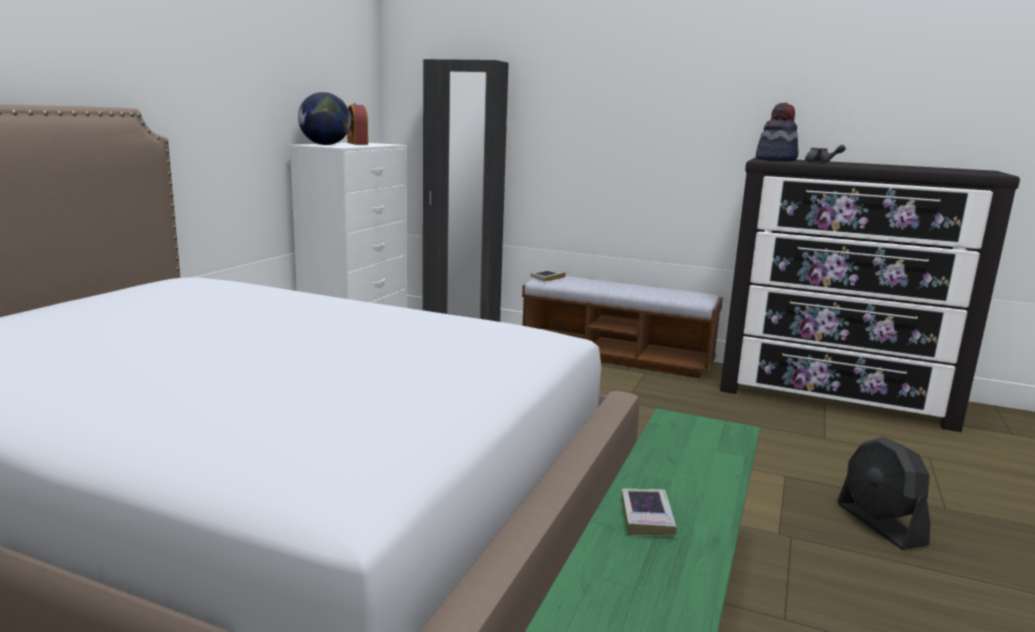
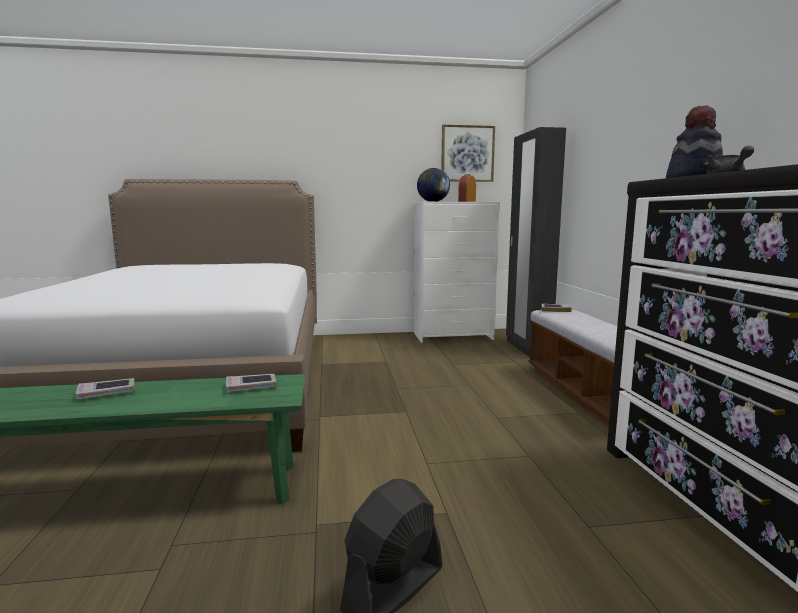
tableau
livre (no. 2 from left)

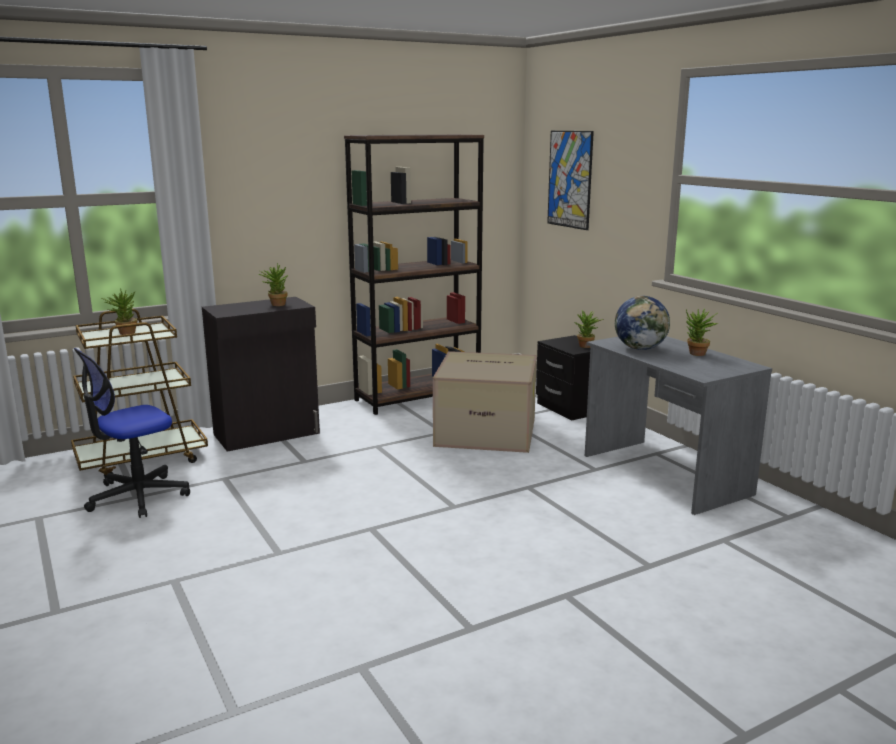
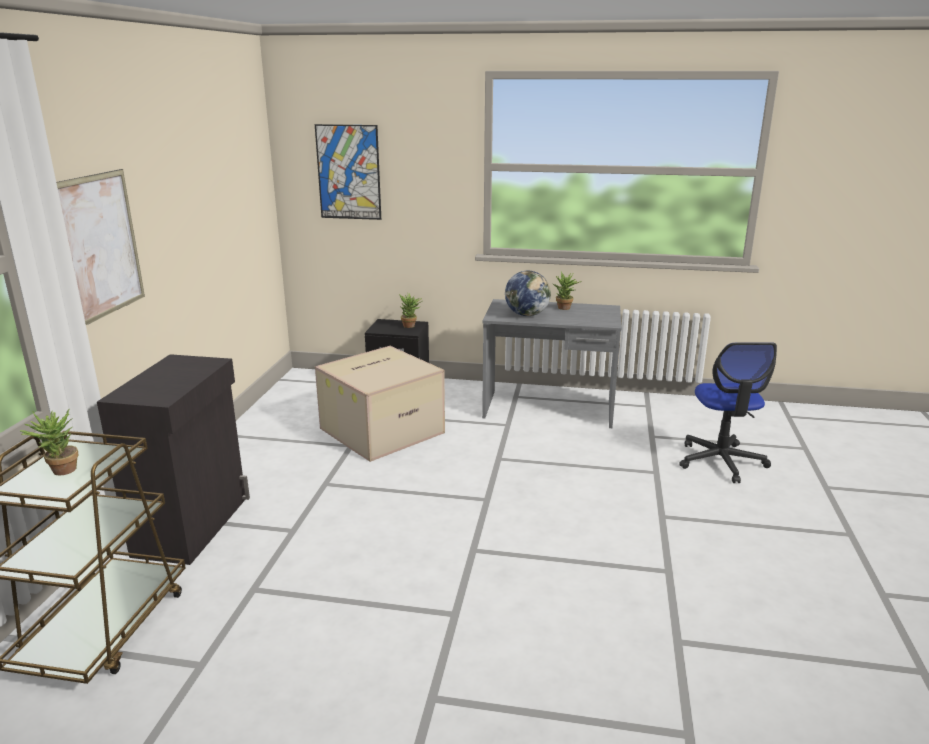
bibliothèque (marron)
plante en pot (no. 2 from left in the first image)
chaise de bureau
tableau (no. 1 from left)

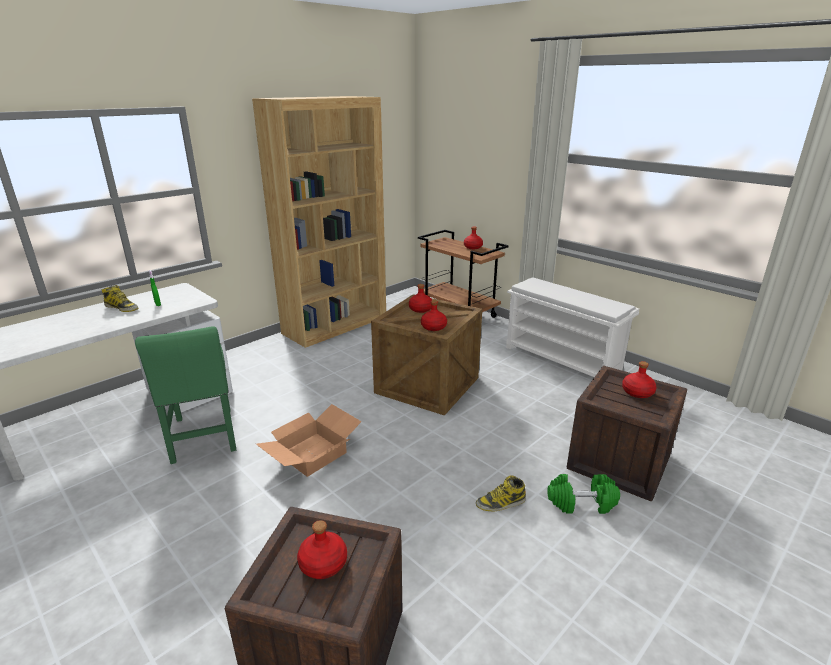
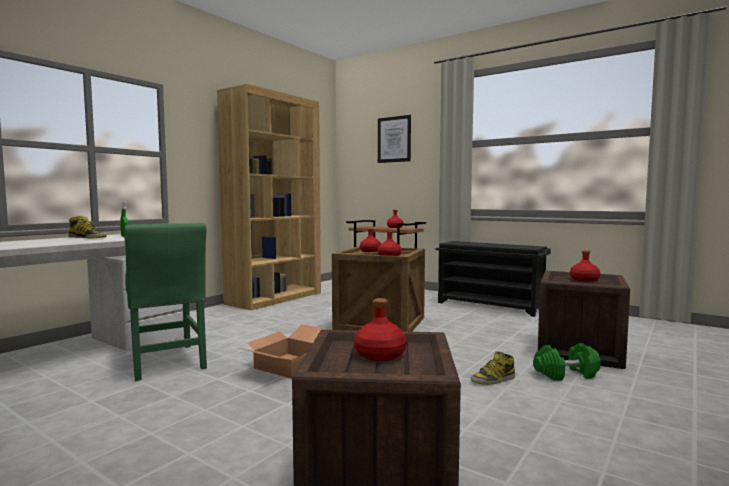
étagère à chaussures (noir)
tableau

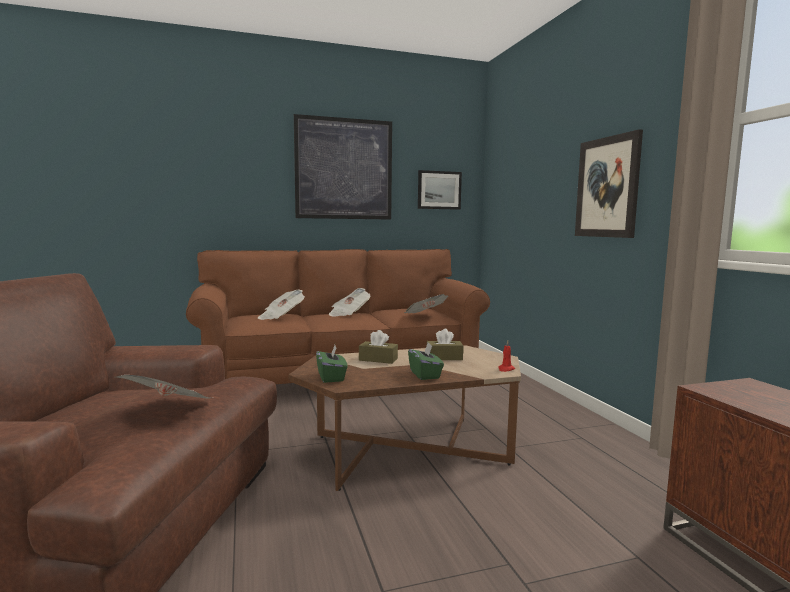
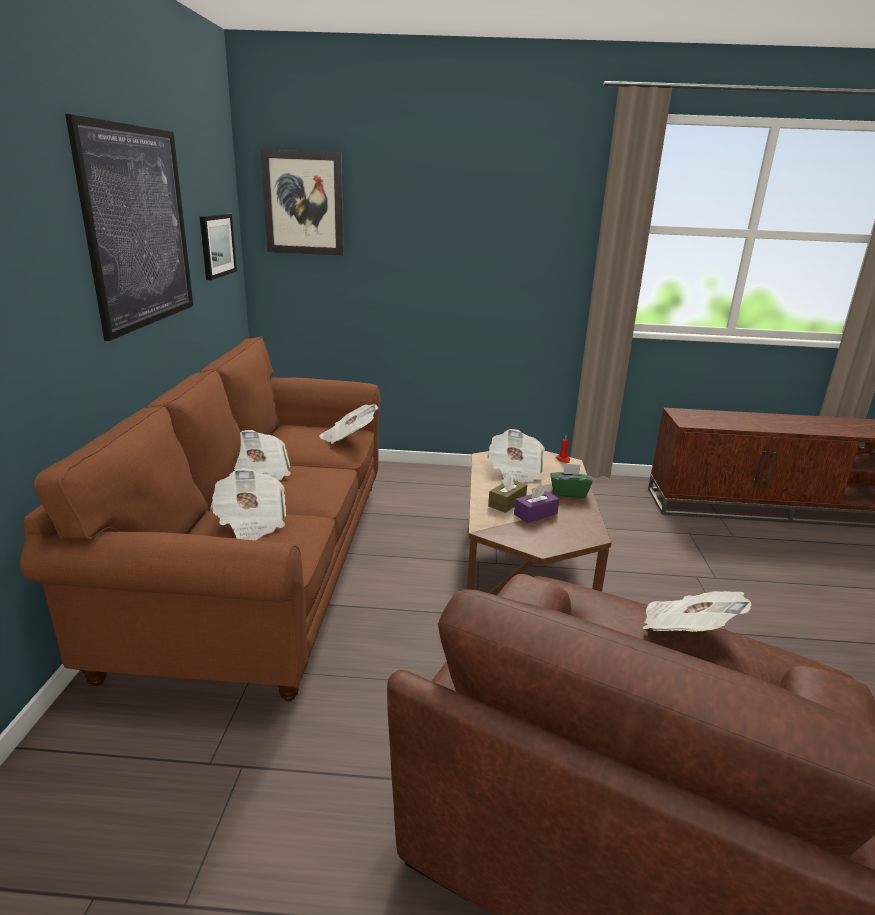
tableau (no. 3 from left)
journal (no. 4 from left)
boîte à mouchoirs (vert) (no. 1 from left in the first image)
boîte à mouchoirs (violet)

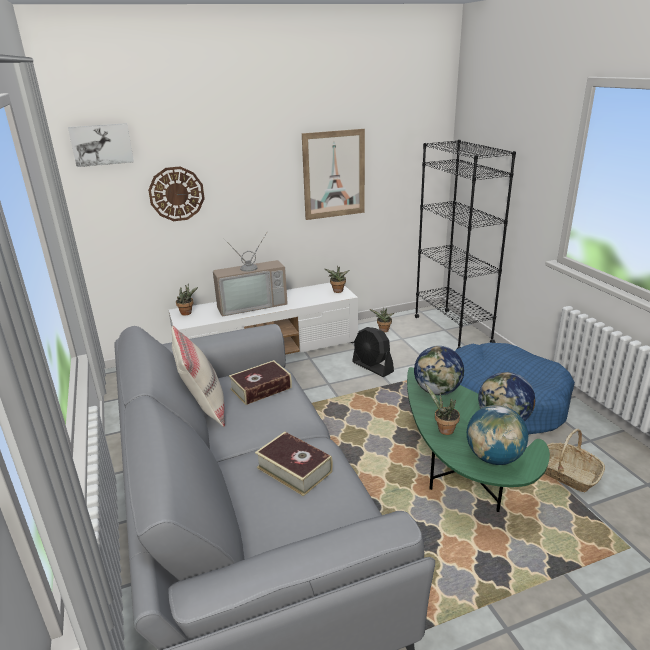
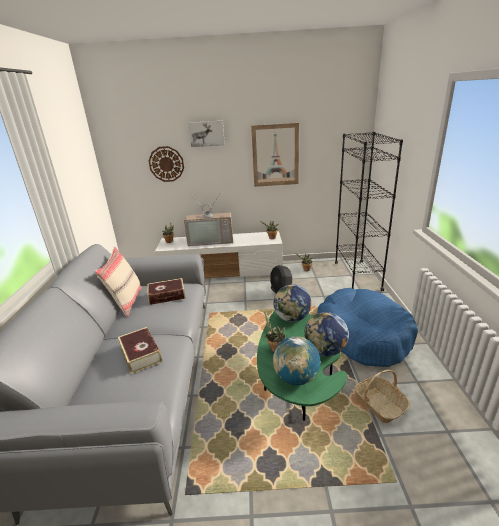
tableau (no. 1 from left)

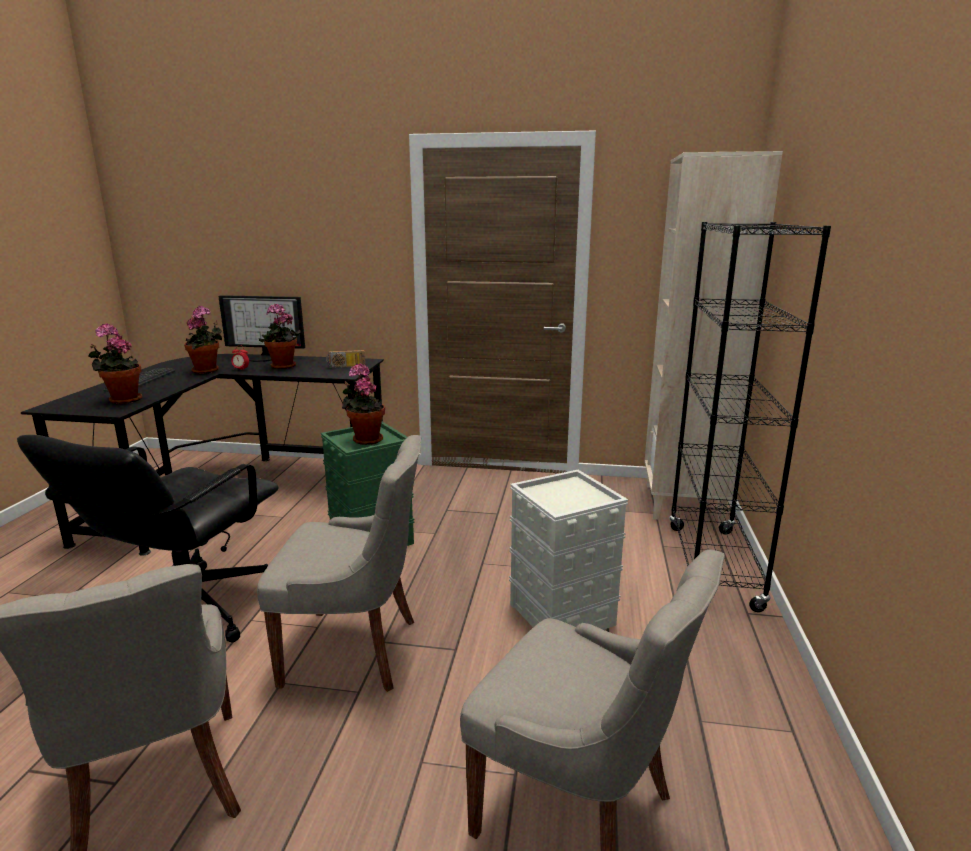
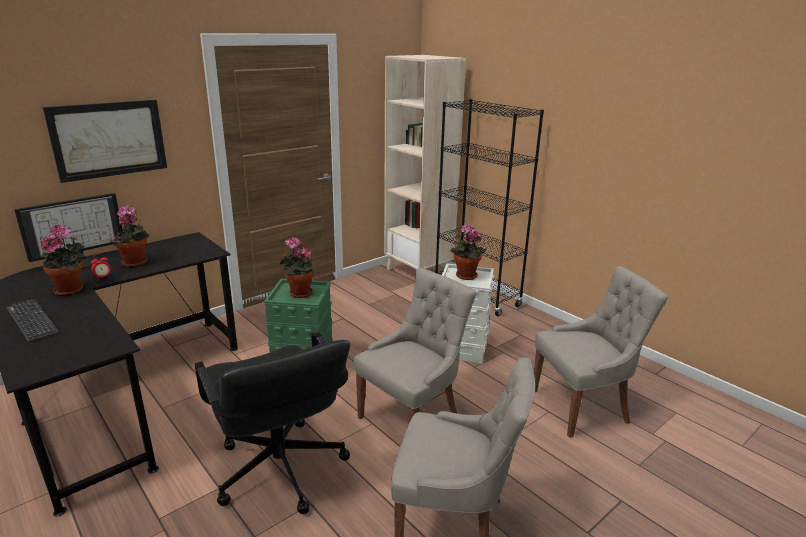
plante en pot (no. 4 from left)
radio
tableau

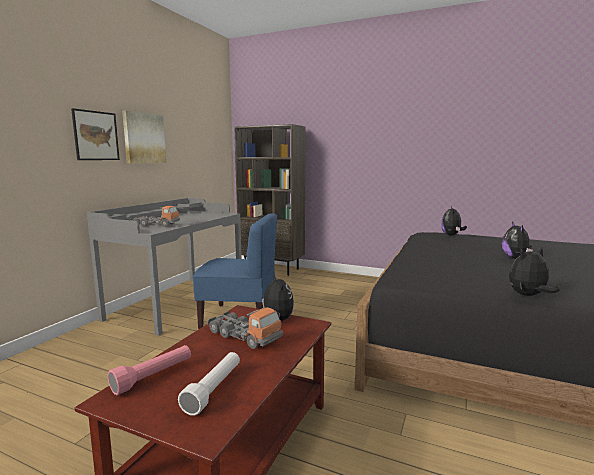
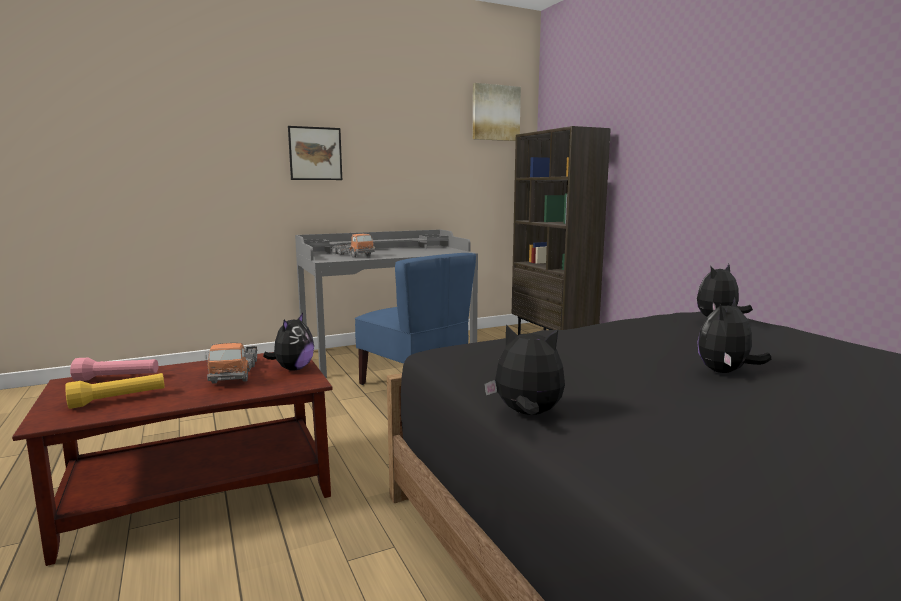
tableau (no. 2 from left)
lampe de poche (jaune)

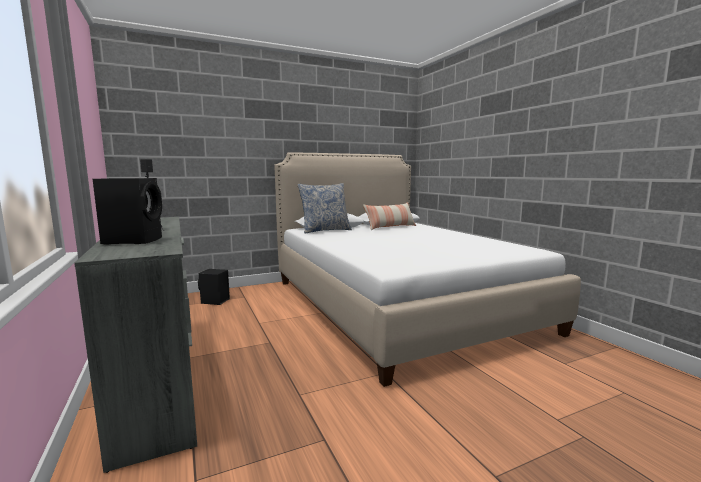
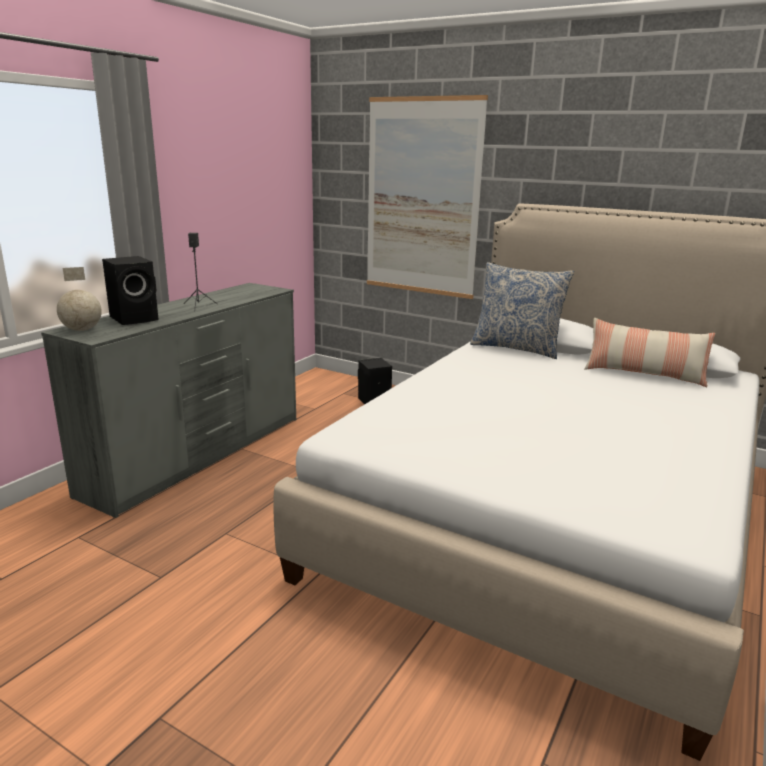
tableau
globe

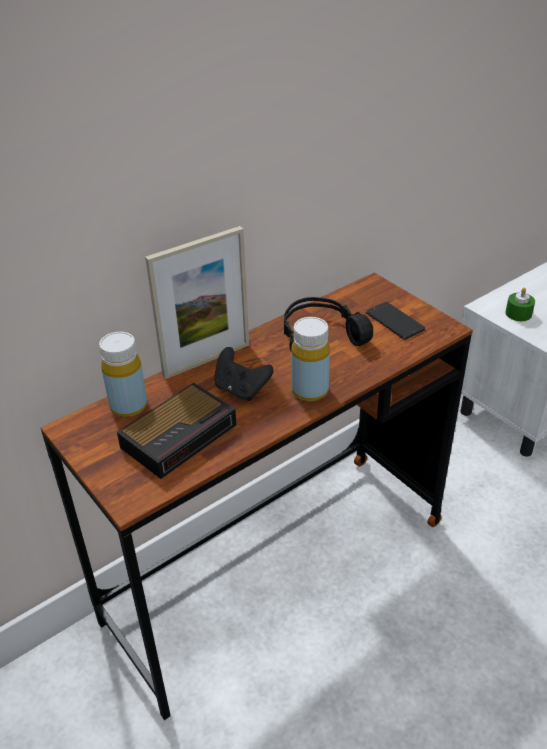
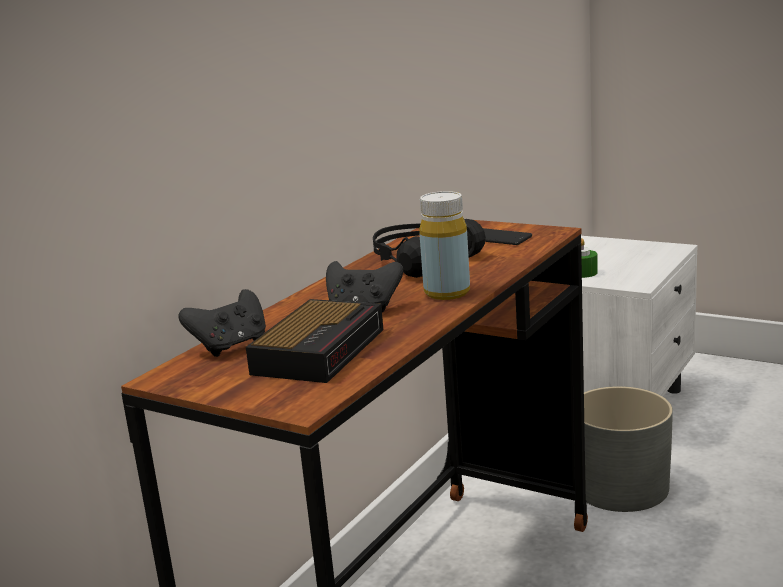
cadre photo
manette (noir) (no. 1 from left)
cache-pot (gris)

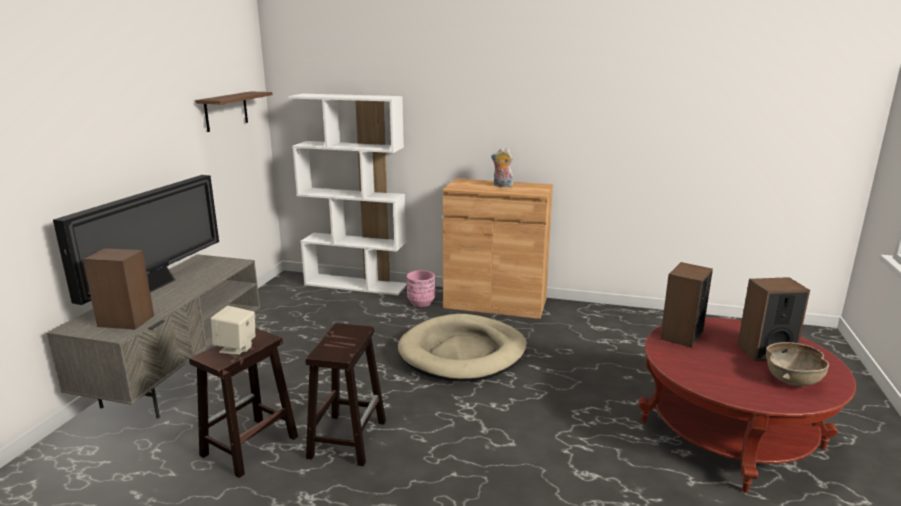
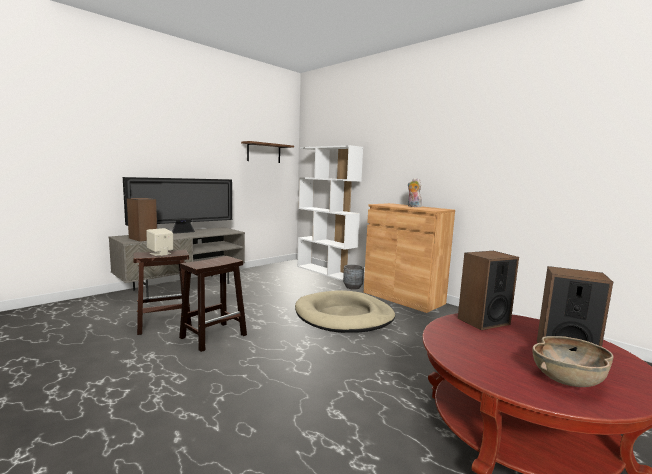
cache-pot (gris)

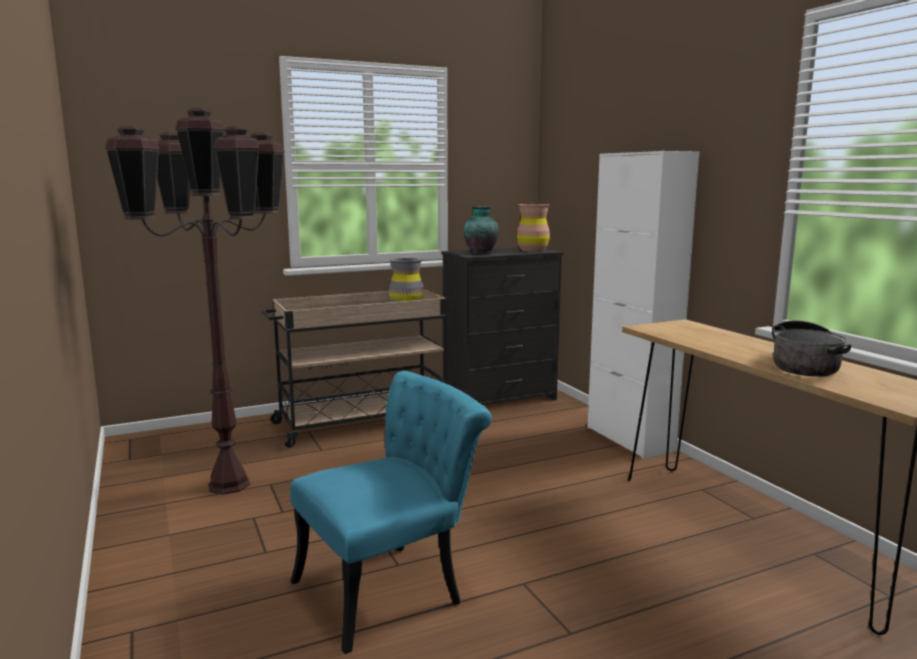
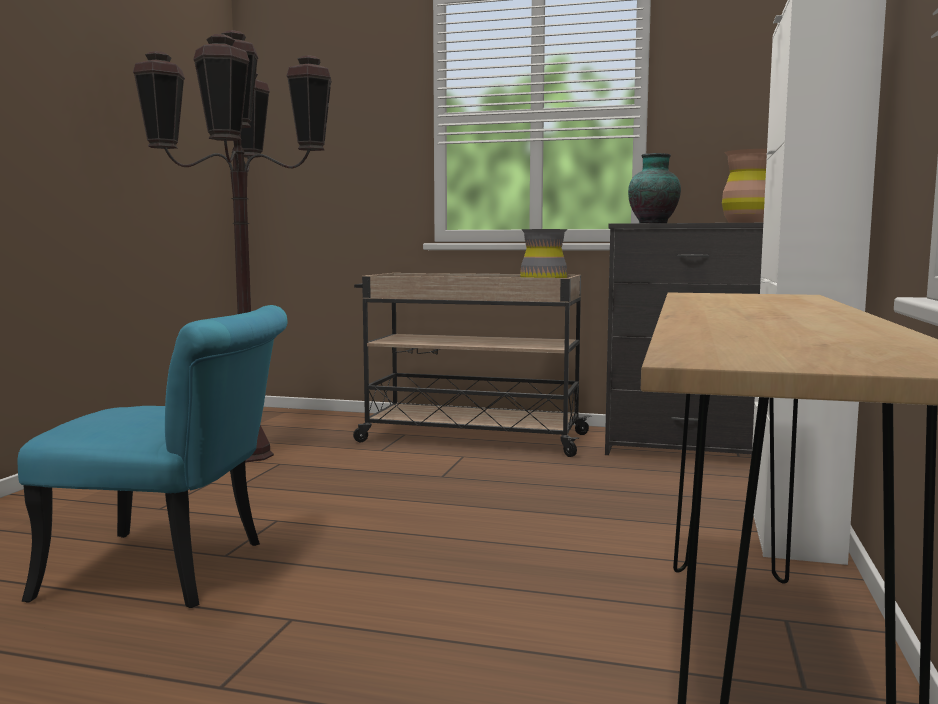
marmite

